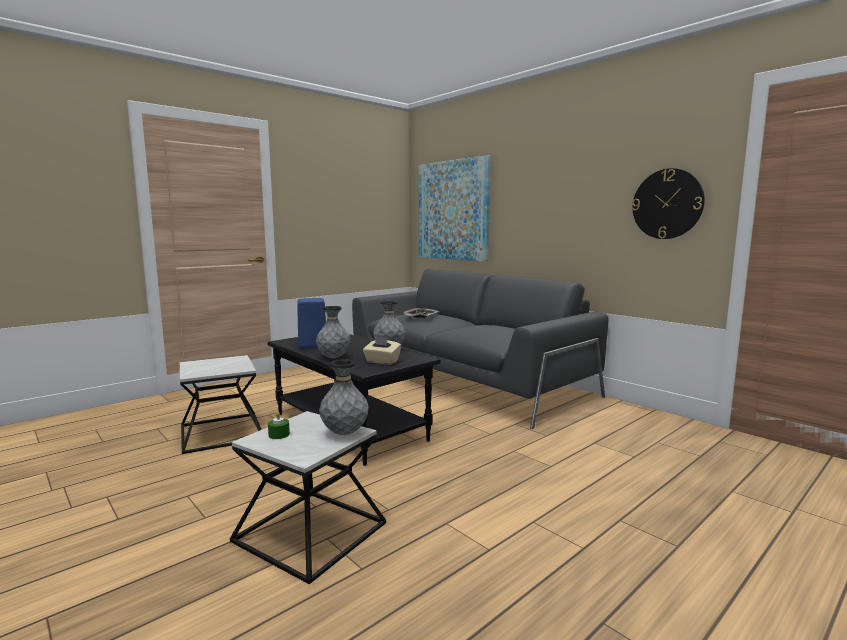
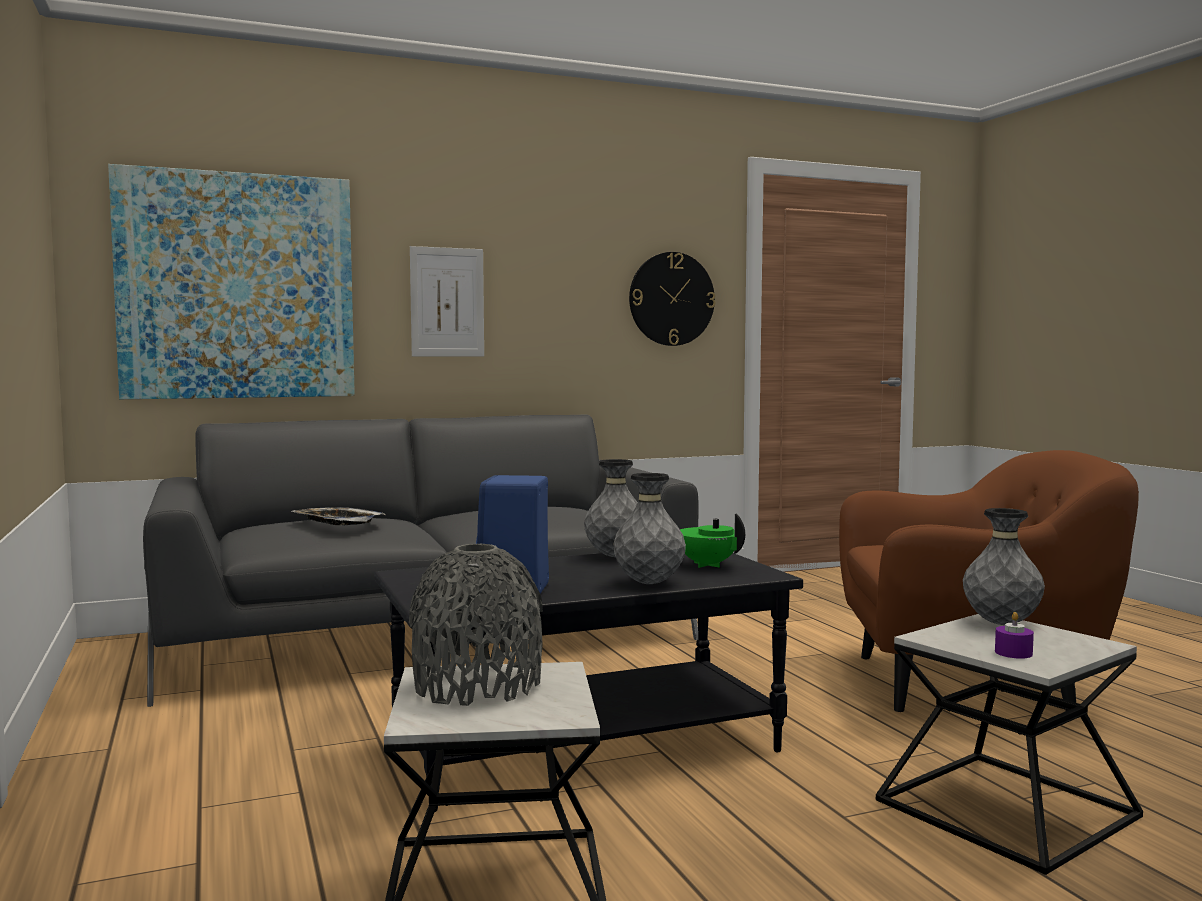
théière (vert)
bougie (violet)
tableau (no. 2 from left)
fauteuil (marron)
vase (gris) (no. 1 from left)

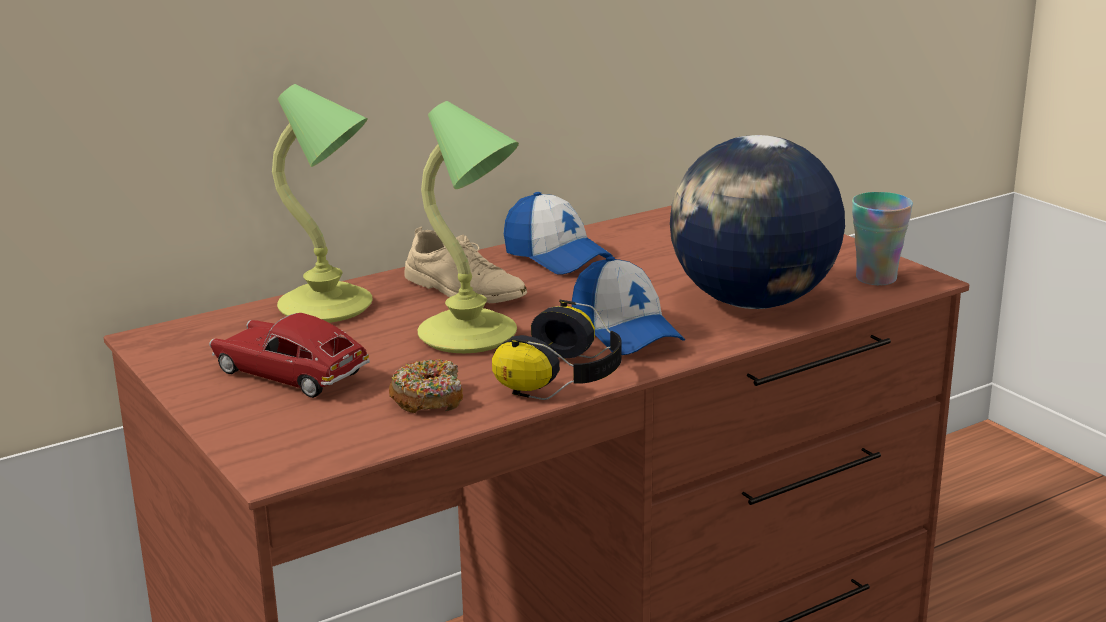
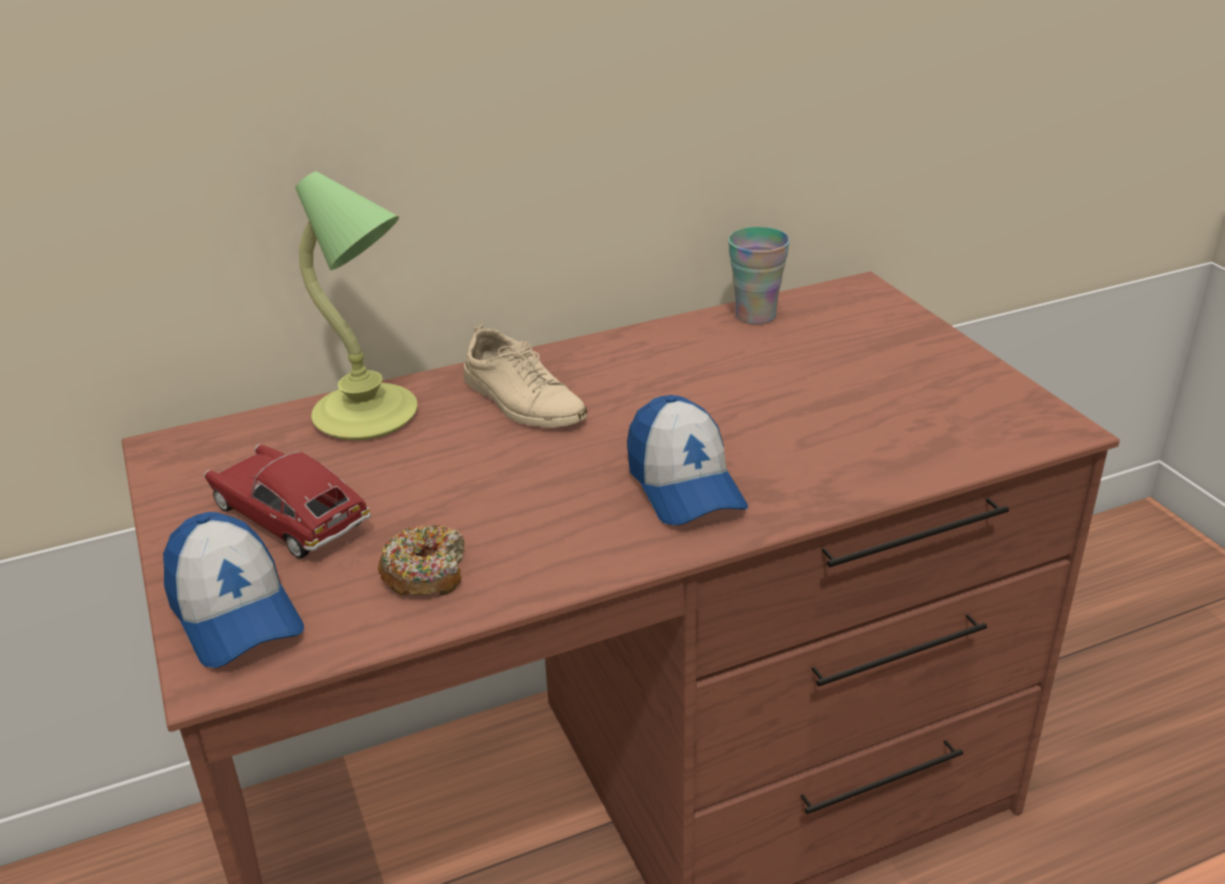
lampe de table (no. 2 from left in the first image)
globe
casquette (no. 1 from left)
tasse
casque audio

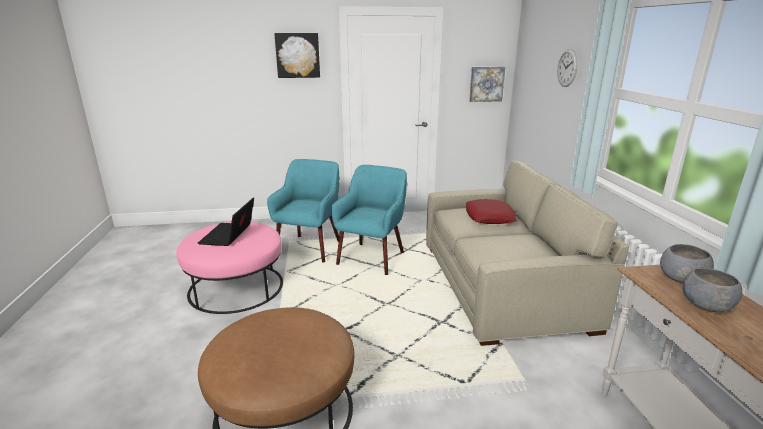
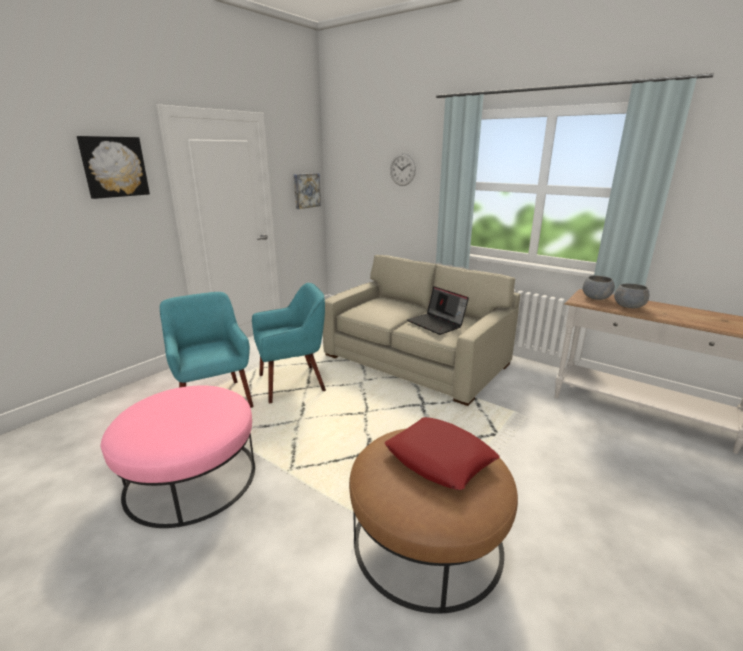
fauteuil (turquoise) (no. 2 from left)
ordinateur portable
coussin (rouge)

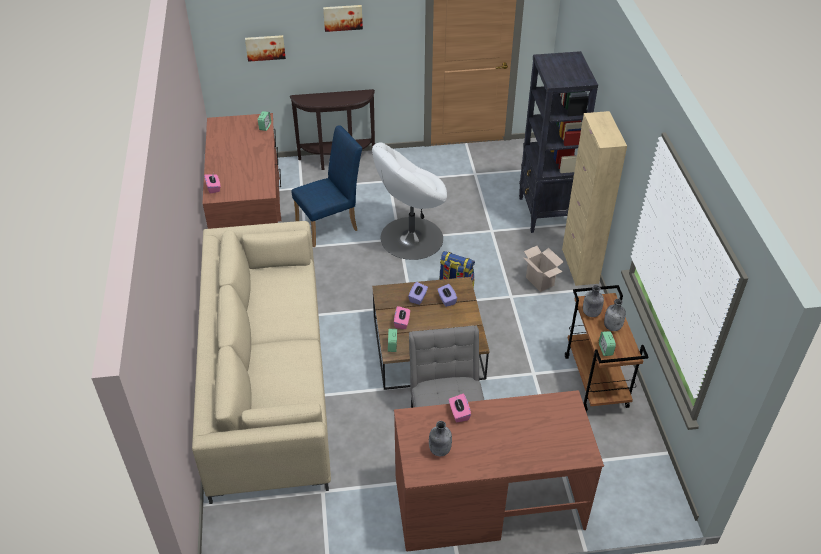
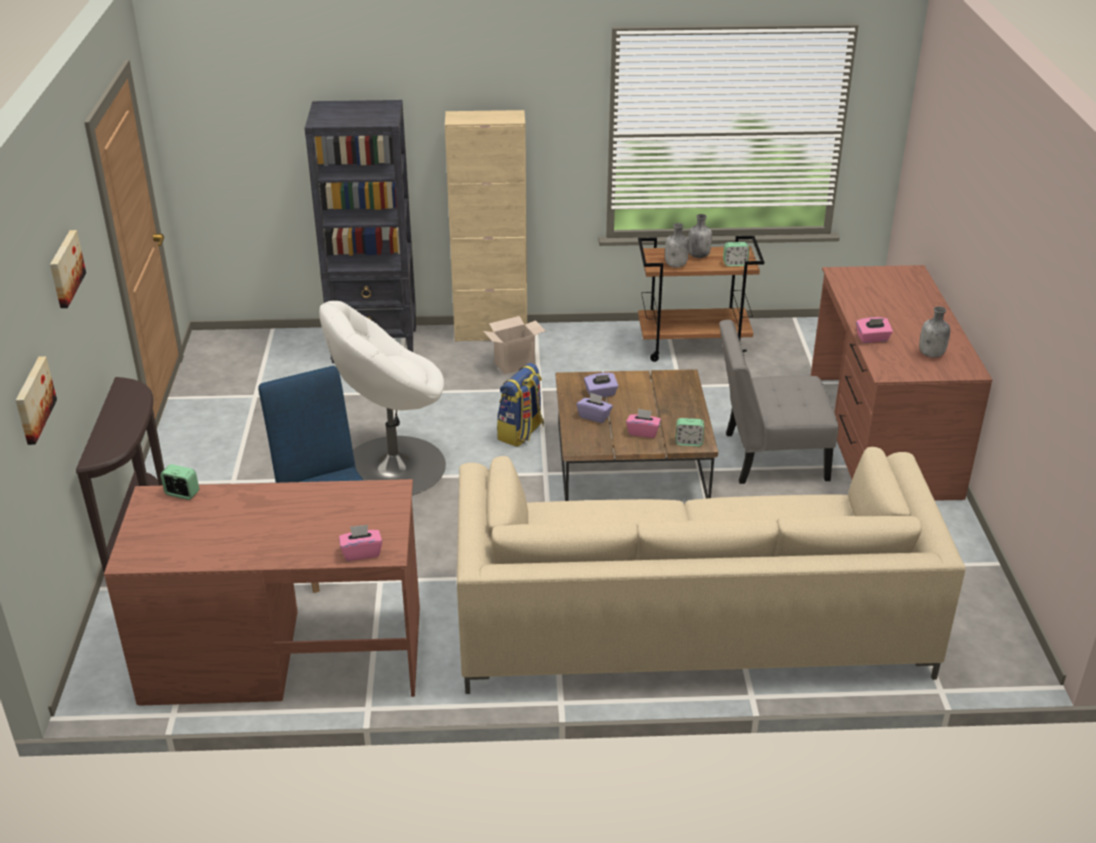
fauteuil (blanc)

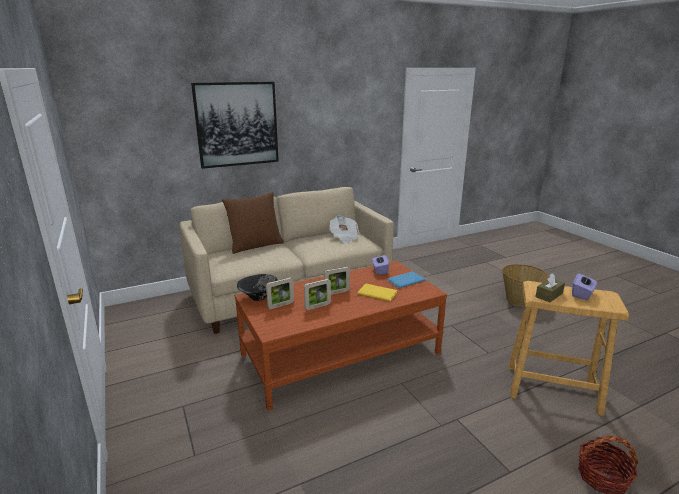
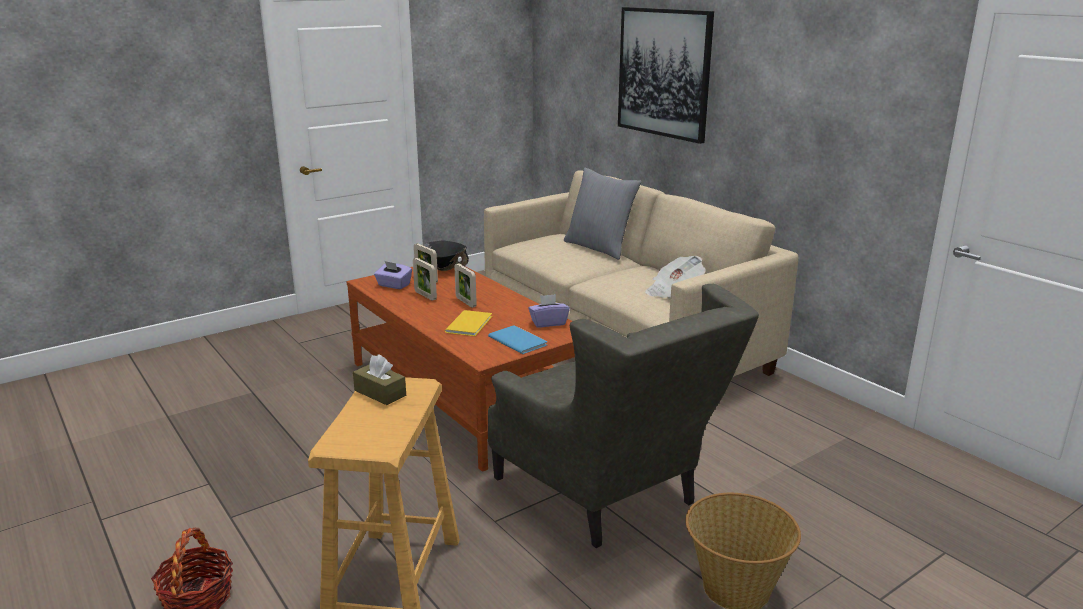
coussin (gris)
boîte à mouchoirs (violet) (no. 1 from left)
fauteuil (gris)

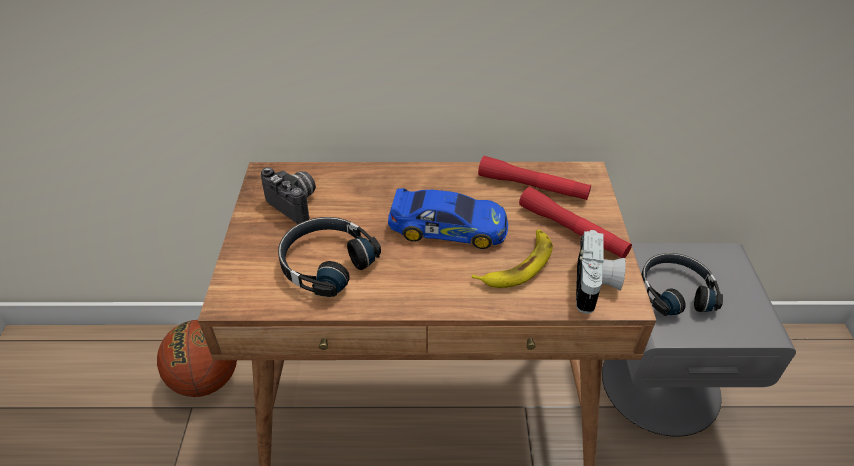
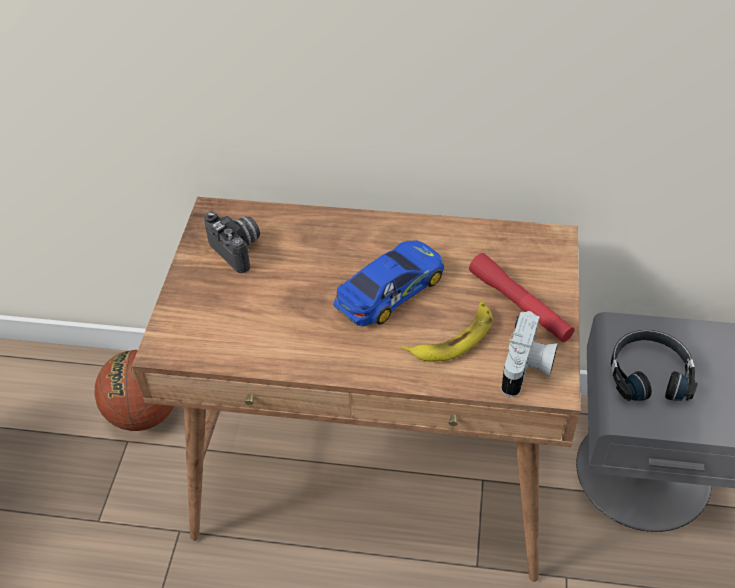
lampe de poche (rouge) (no. 1 from left in the first image)
petite voiture
casque audio (noir) (no. 1 from left in the first image)

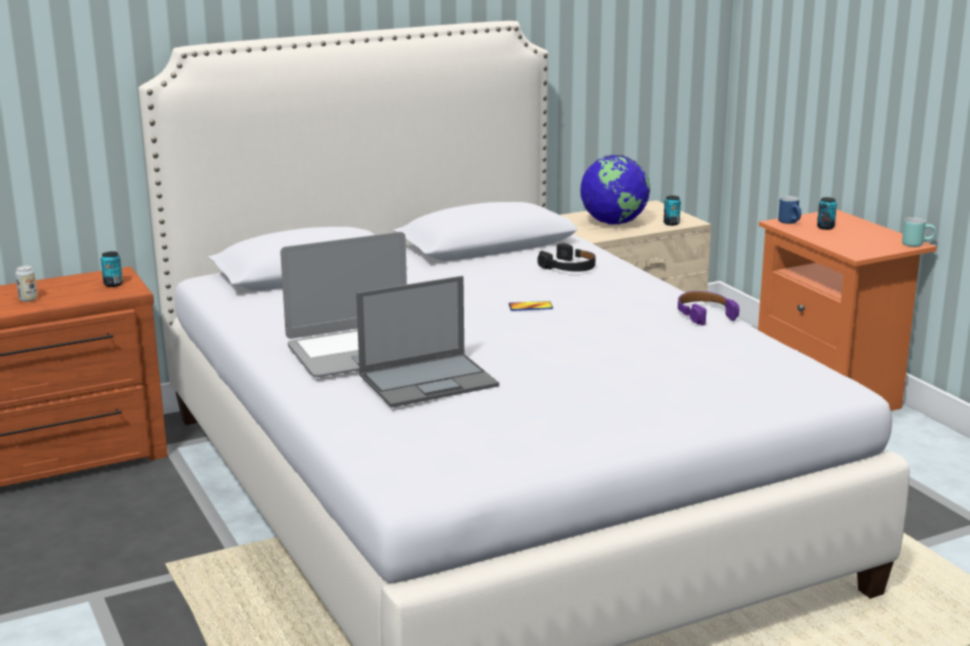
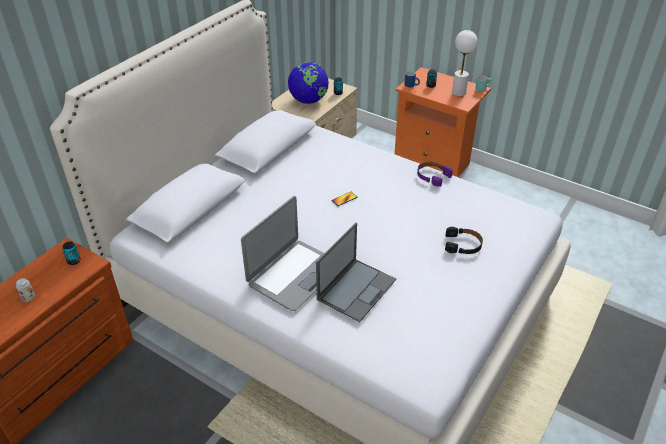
casque audio (noir)
lampe de table (blanc)

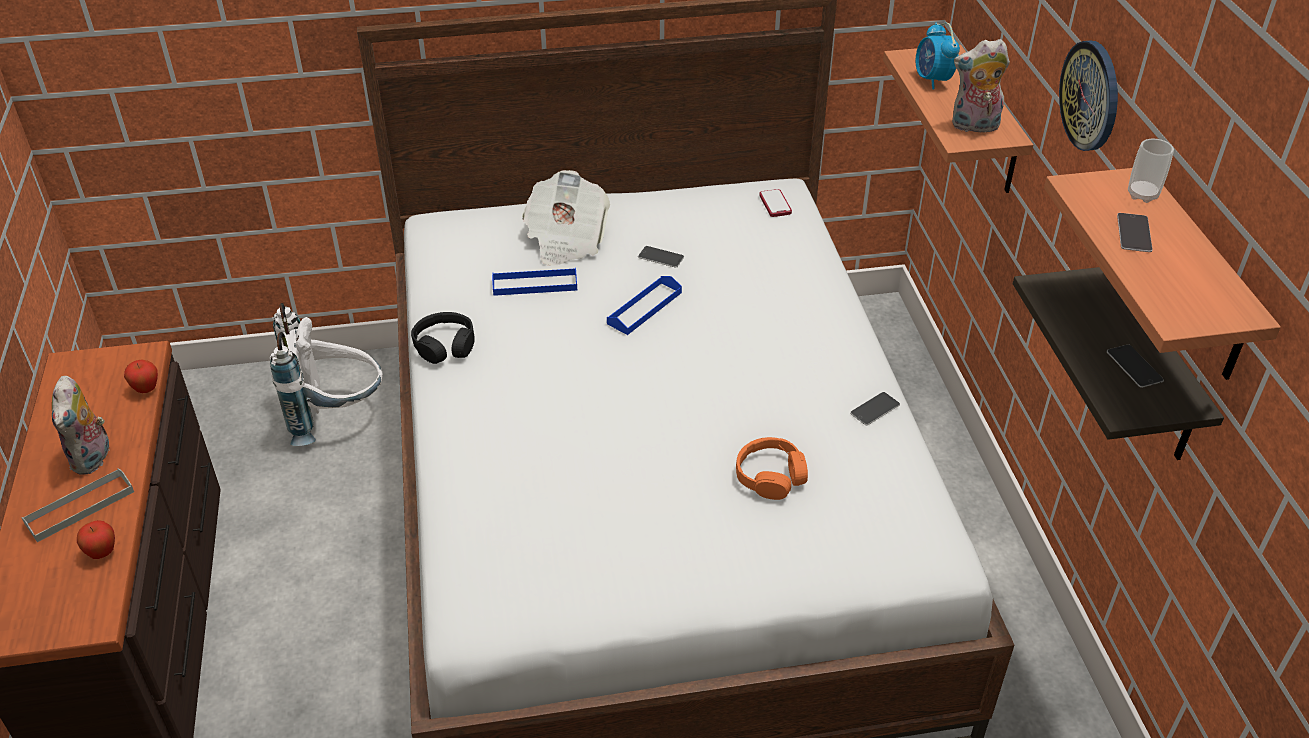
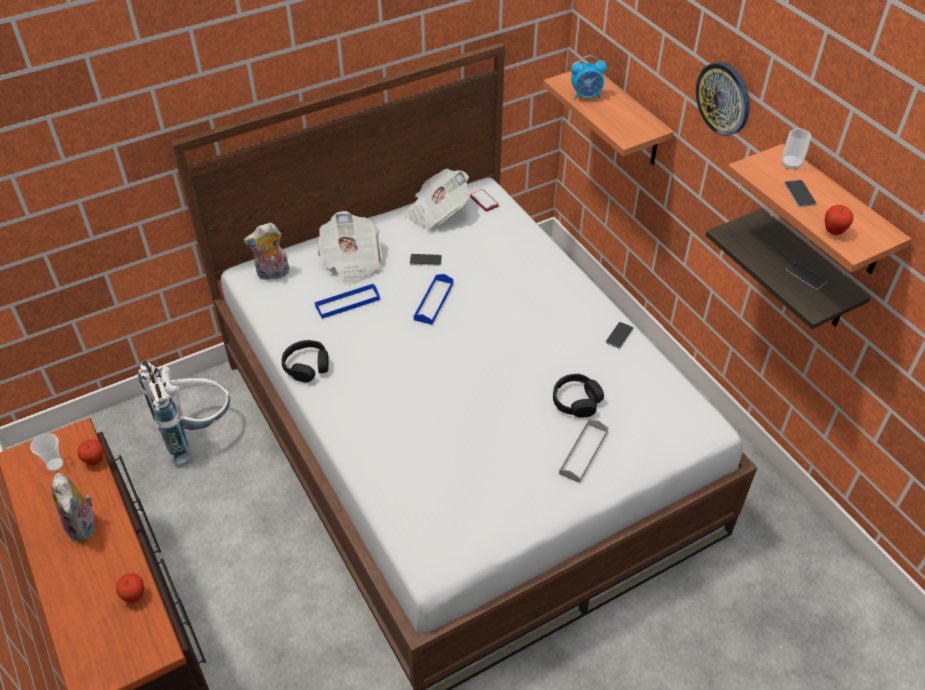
réveil
peluche (no. 2 from left)
casque audio (noir) (no. 2 from left)
plateau (gris)
journal (no. 2 from left)
pomme (no. 3 from left)
tasse (no. 1 from left)

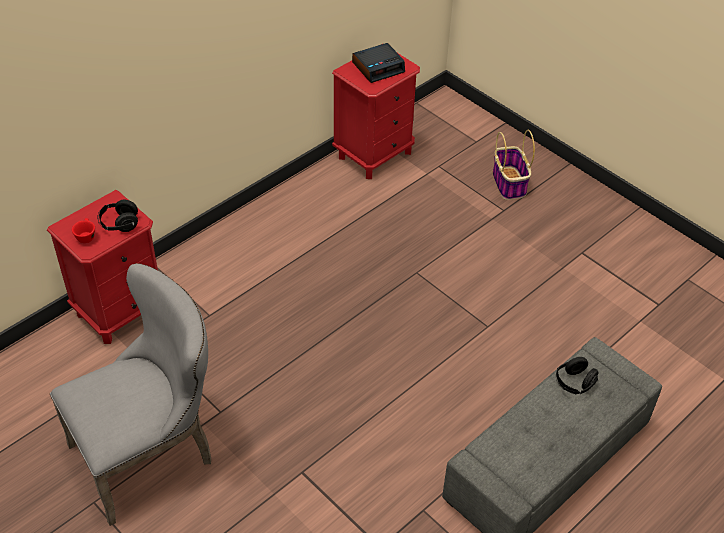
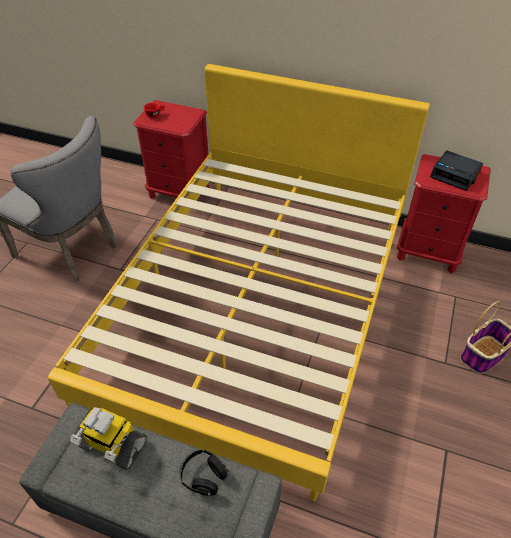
casque audio (noir) (no. 1 from left in the first image)
lit (jaune)
robot jouet

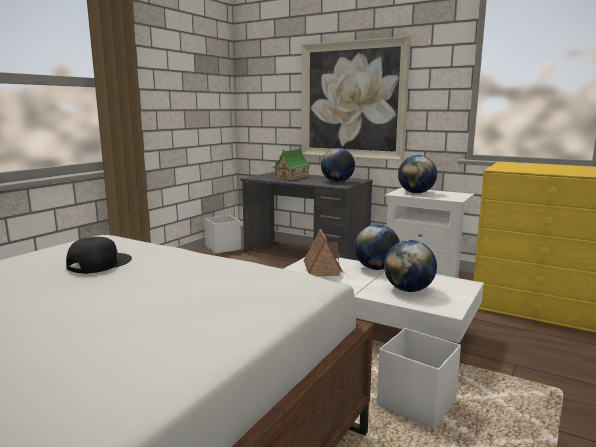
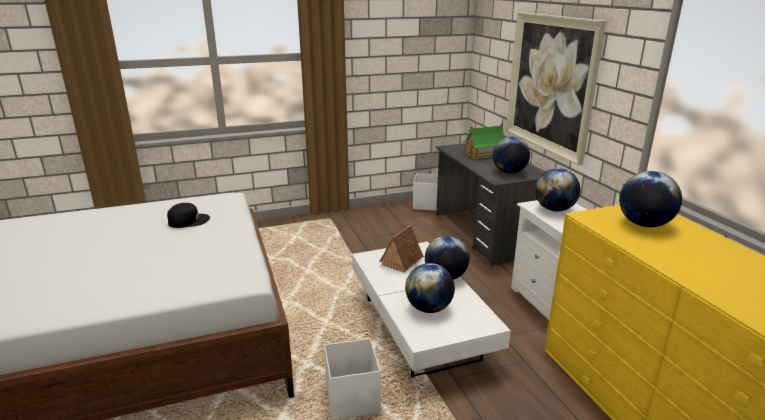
globe (no. 5 from left)

